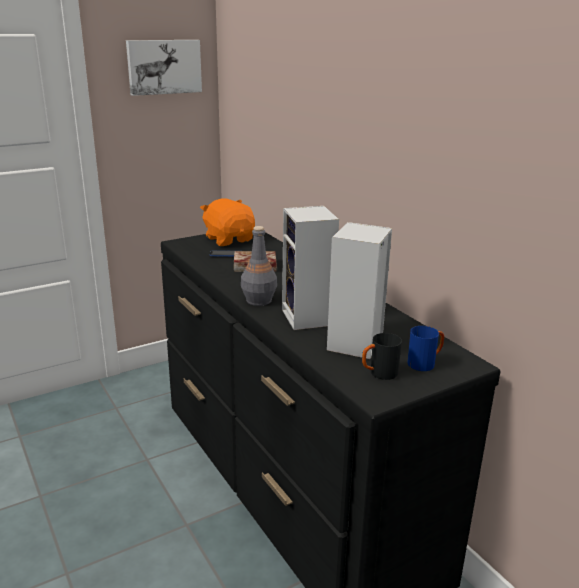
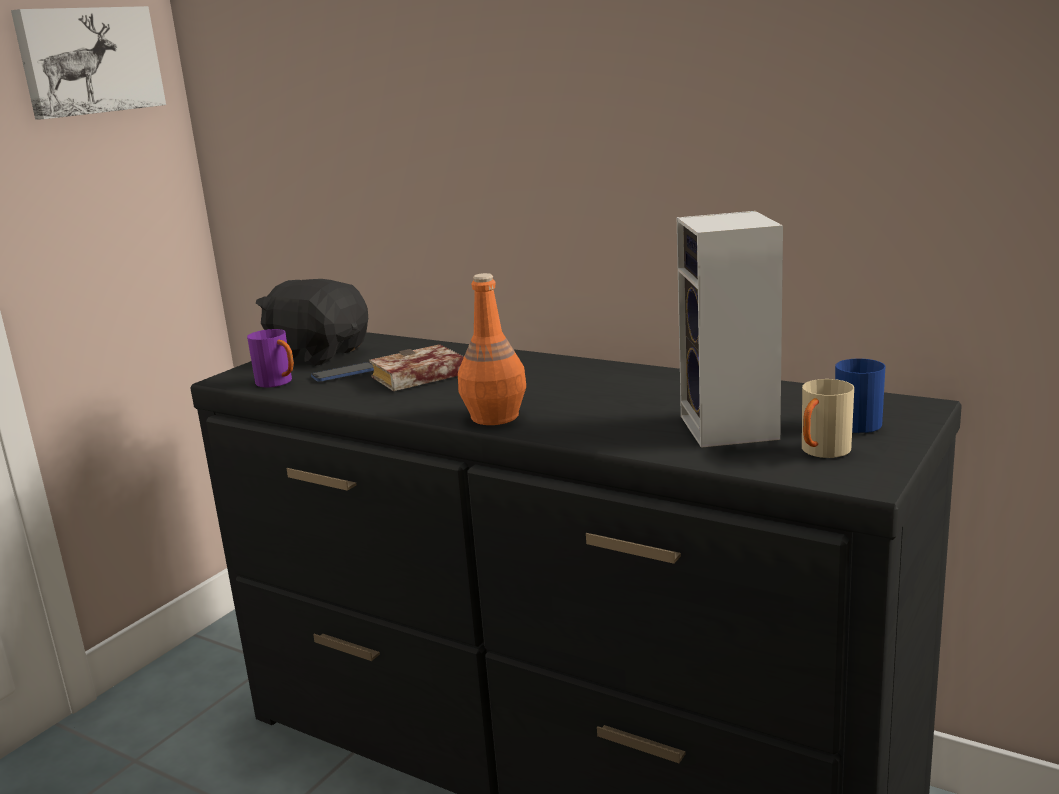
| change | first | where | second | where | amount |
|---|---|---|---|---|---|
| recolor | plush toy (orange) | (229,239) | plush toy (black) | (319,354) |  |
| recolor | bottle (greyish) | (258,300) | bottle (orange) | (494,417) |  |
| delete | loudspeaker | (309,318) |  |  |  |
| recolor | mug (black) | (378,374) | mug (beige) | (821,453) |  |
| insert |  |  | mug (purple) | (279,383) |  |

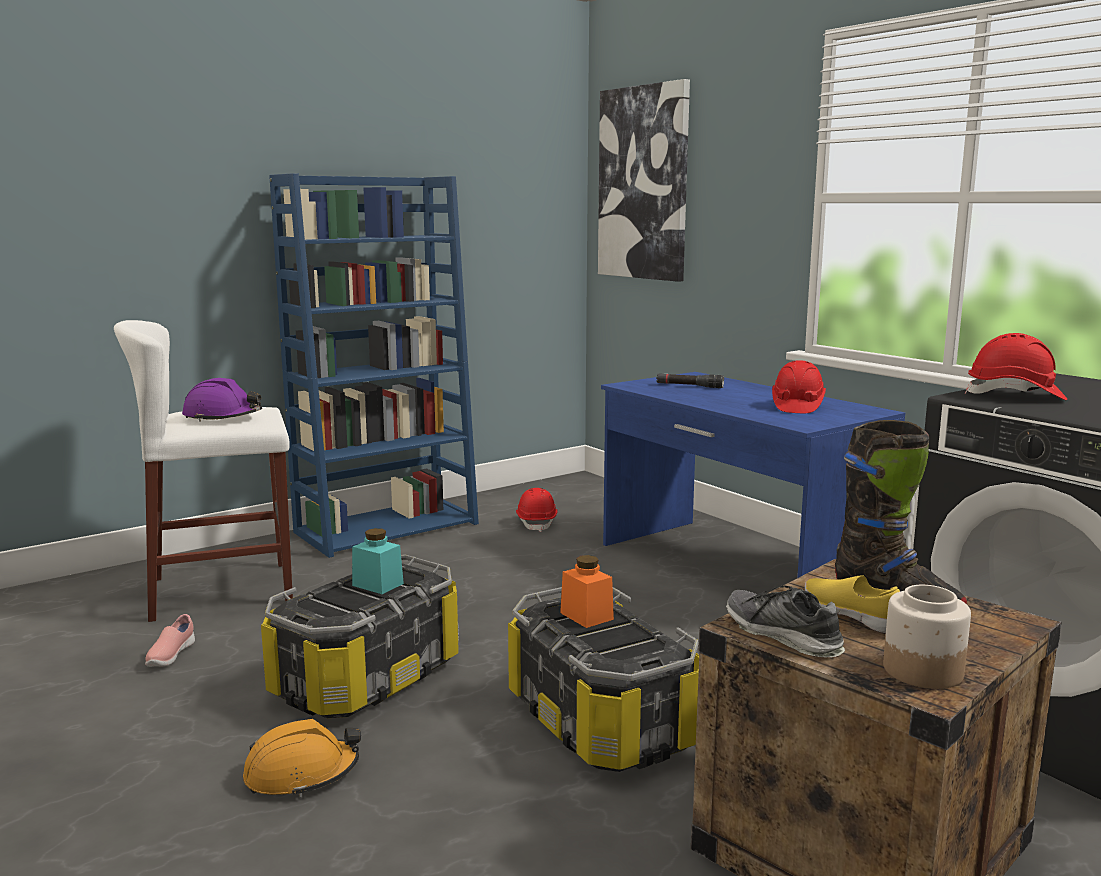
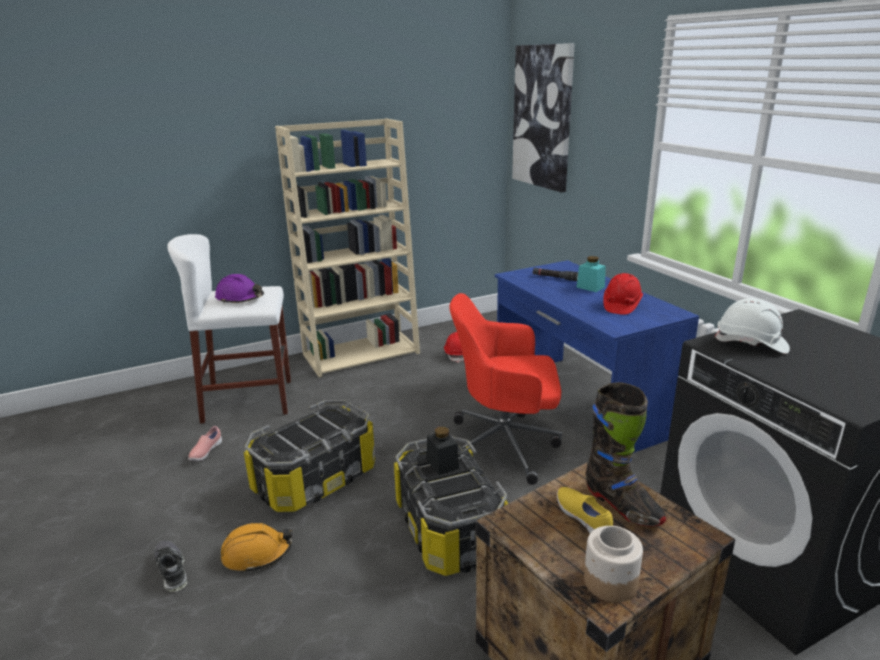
| change | first | where | second | where | amount |
|---|---|---|---|---|---|
| recolor | bookcase (blue) | (388,527) | bookcase (beige) | (362,353) |  |
| move | storage jar (turquoise-coloured) | (378,584) |  | (590,287) |  |
| recolor | storage jar (orange) | (586,616) | storage jar (black) | (442,464) |  |
| move | shoe | (782,635) |  | (171,570) |  |
| recolor | safety helmet (reddish) | (1015,396) | safety helmet (white-coloured) | (751,343) |  |
| insert |  |  | desk chair (reddish) | (505,445) |  |

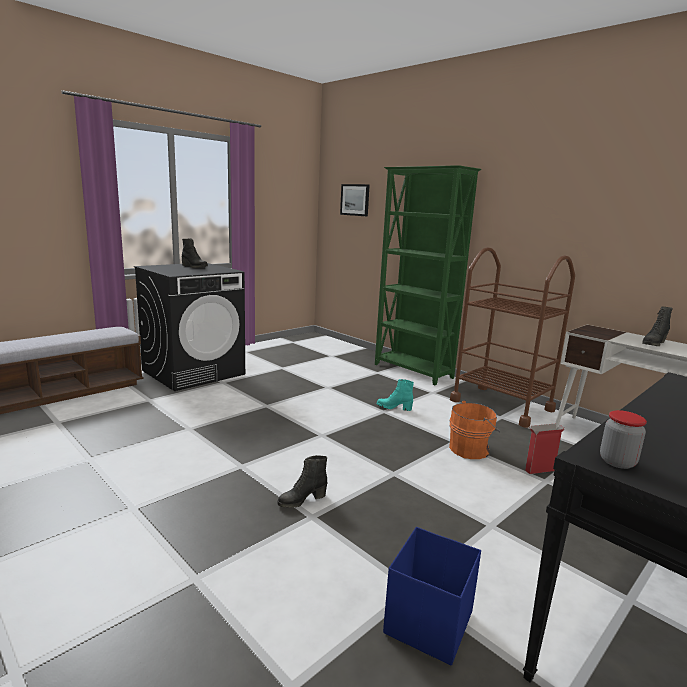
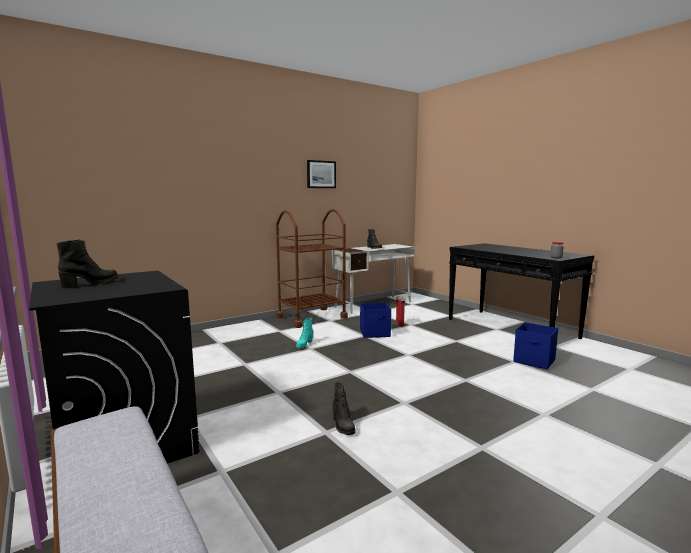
| change | first | where | second | where | amount |
|---|---|---|---|---|---|
| move | high-top boot (black) | (302,500) |  | (342,426) |  |
| move | wall picture | (355,200) |  | (321,174) |  |
| delete | bookcase (green) | (413,371) |  |  |  |
| replace | water bucket (orange) | (471,449) | storage bin (blue) | (375,333) |  |

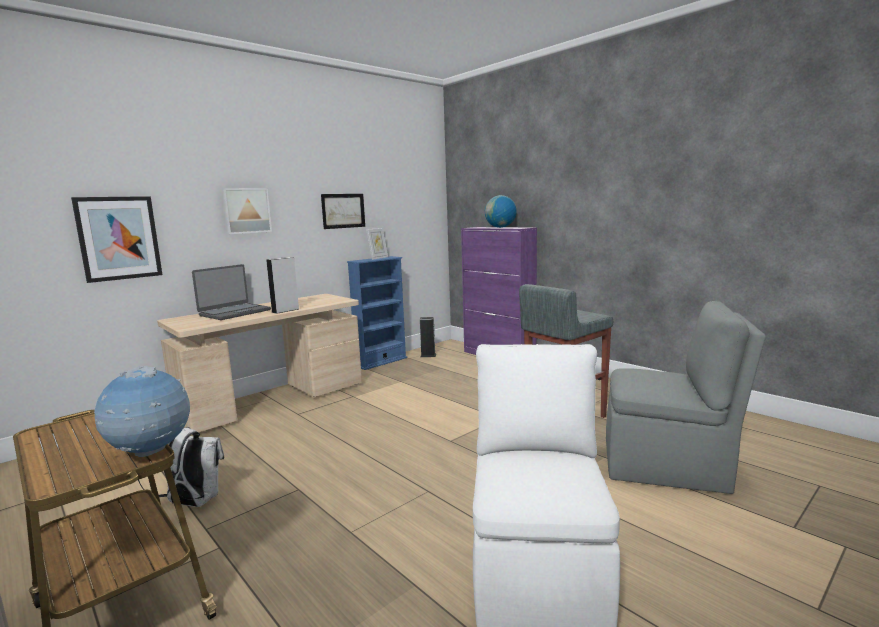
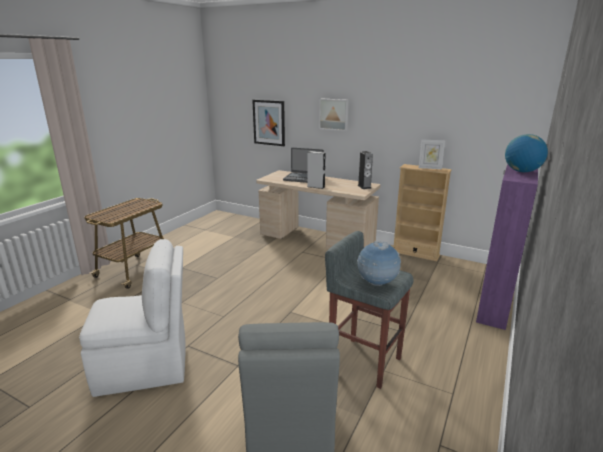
| change | first | where | second | where | amount |
|---|---|---|---|---|---|
| move | world globe | (151,452) |  | (377,284) |  |
| delete | knapsack (white-coloured) | (190,503) |  |  |  |
| delete | wall picture | (343,211) |  |  |  |
| recolor | bookcase (blue) | (381,362) | bookcase (beige) | (415,253) |  |
| move | loudspeaker | (428,355) |  | (364,186) |  |

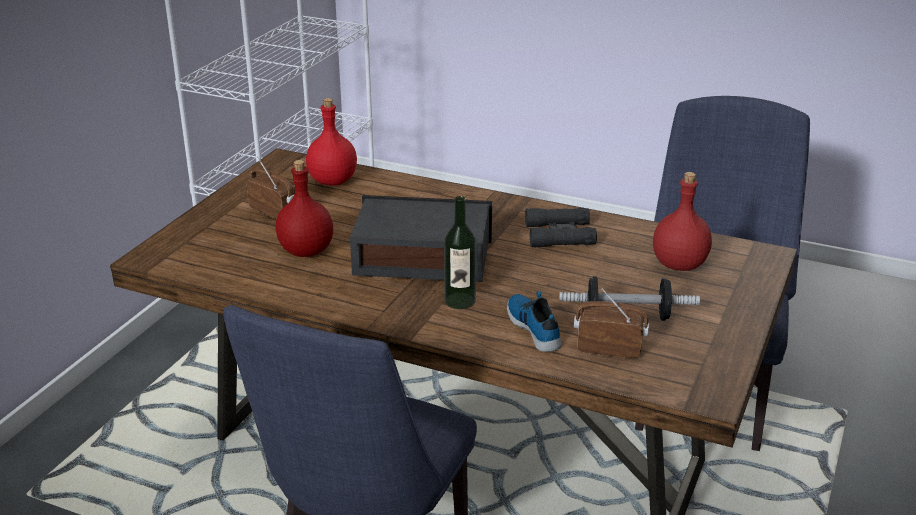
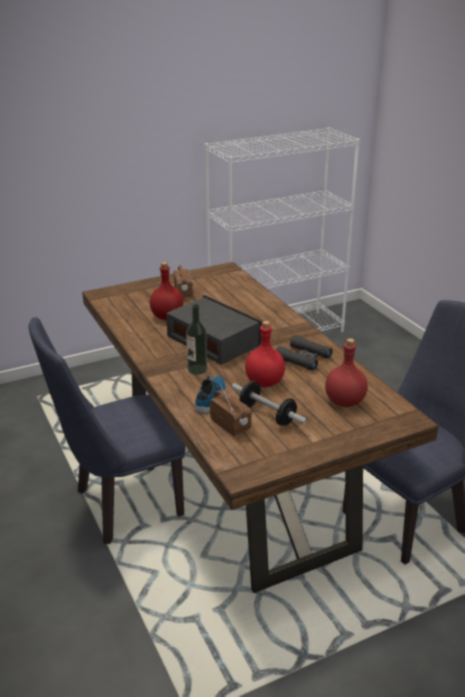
| change | first | where | second | where | amount |
|---|---|---|---|---|---|
| move | bottle (reddish) | (333,181) |  | (265,382) |  |

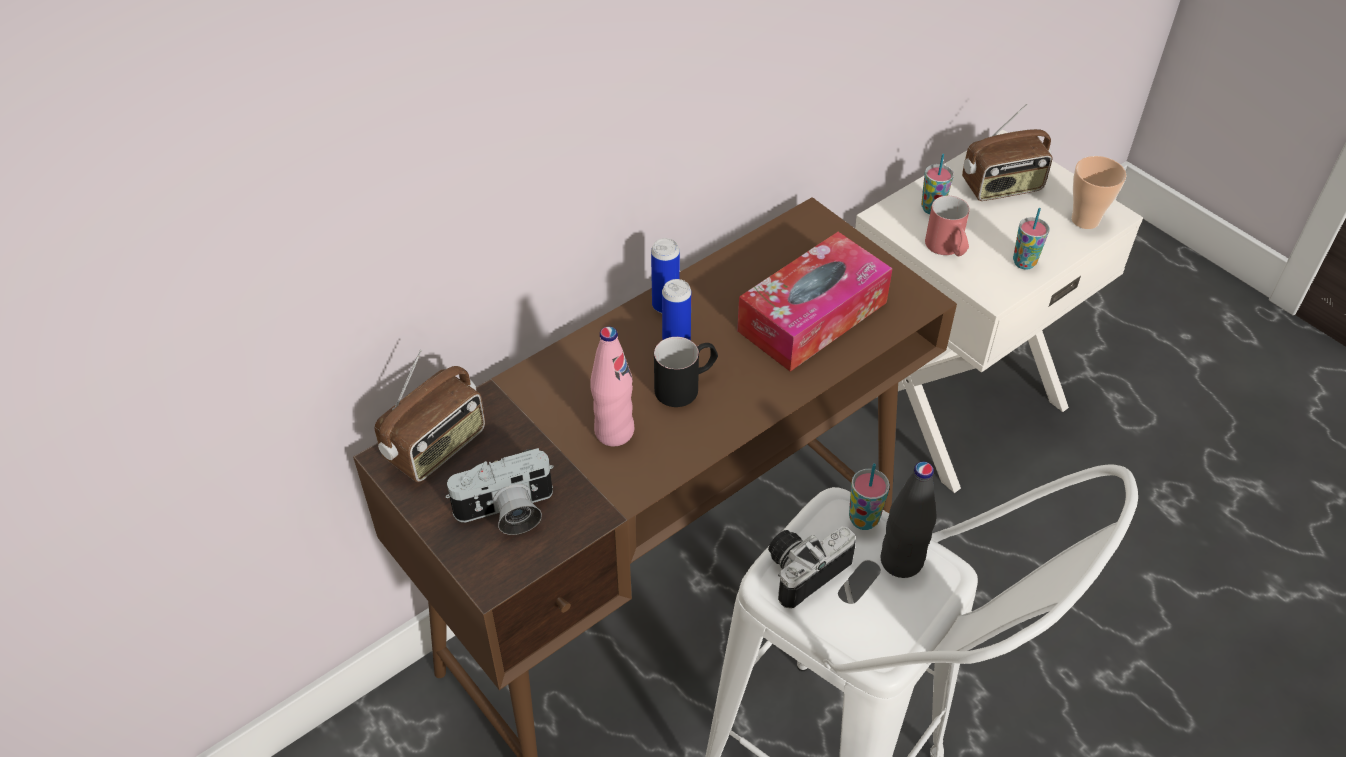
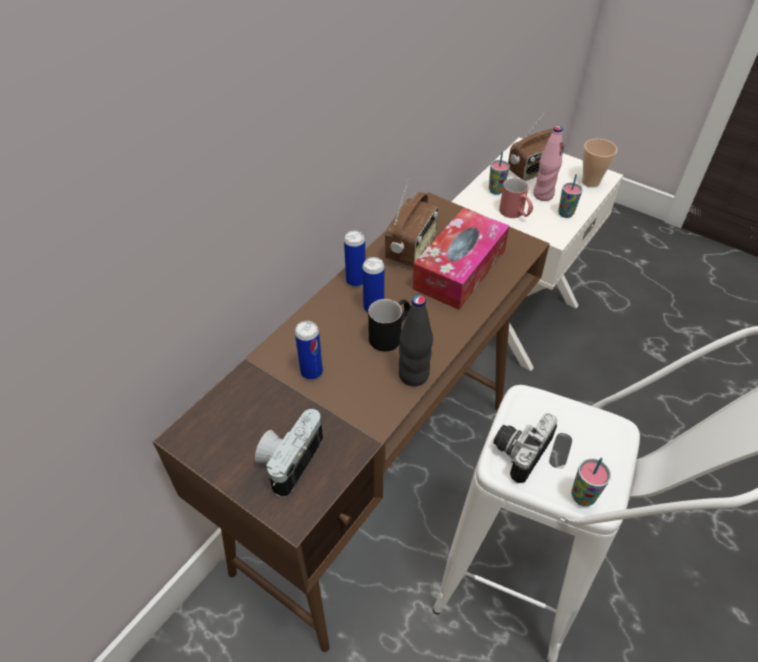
| change | first | where | second | where | amount |
|---|---|---|---|---|---|
| move | radio set | (437,447) |  | (412,248) |  |
| rotate | still camera | (507,513) |  | (289,459) | 150 degrees clockwise |
| move | bottle (pinkish) | (614,432) |  | (543,195) |  |
| move | small cup | (863,519) |  | (582,496) |  |
| move | bottle (black) | (901,561) |  | (413,375) |  |
| insert |  |  | metal can | (311,372) |  |

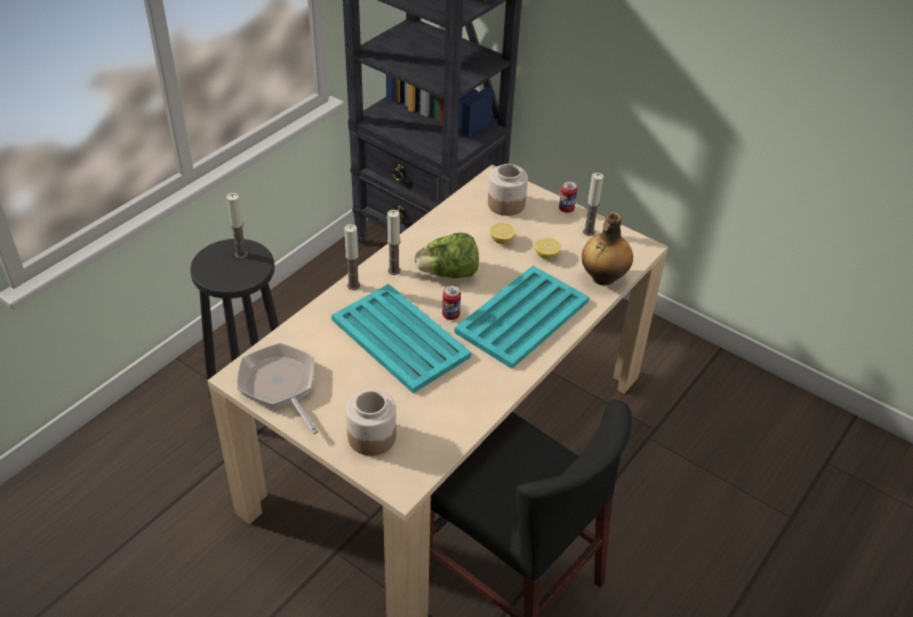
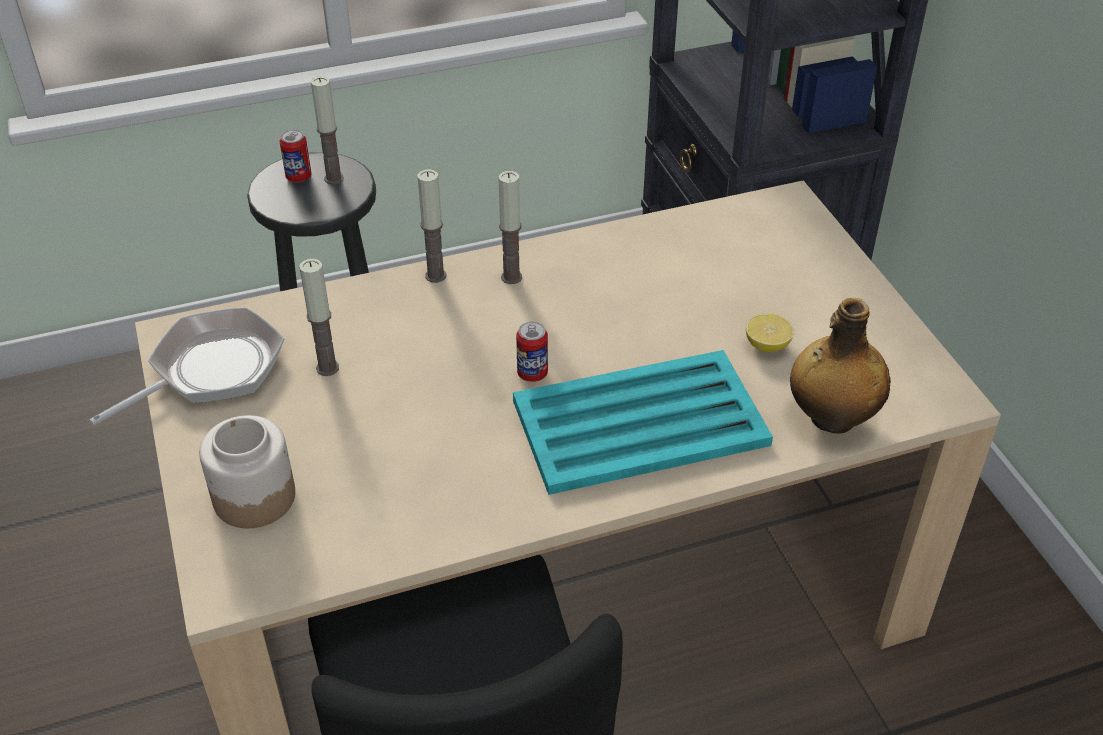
| change | first | where | second | where | amount |
|---|---|---|---|---|---|
| rotate | frying pan | (280,386) |  | (210,370) | 45 degrees clockwise |
| delete | tray (turquoise-coloured) | (400,339) |  |  |  |
| delete | lettuce head | (449,273) |  |  |  |
| delete | storage jar | (505,204) |  |  |  |
| delete | whole lemon | (501,240) |  |  |  |
| move | metal can | (566,209) |  | (298,177) |  |
| move | wax candle | (588,232) |  | (327,368) |  |

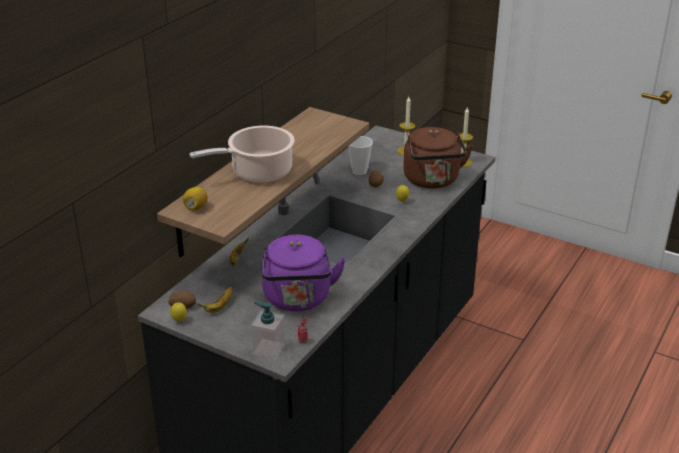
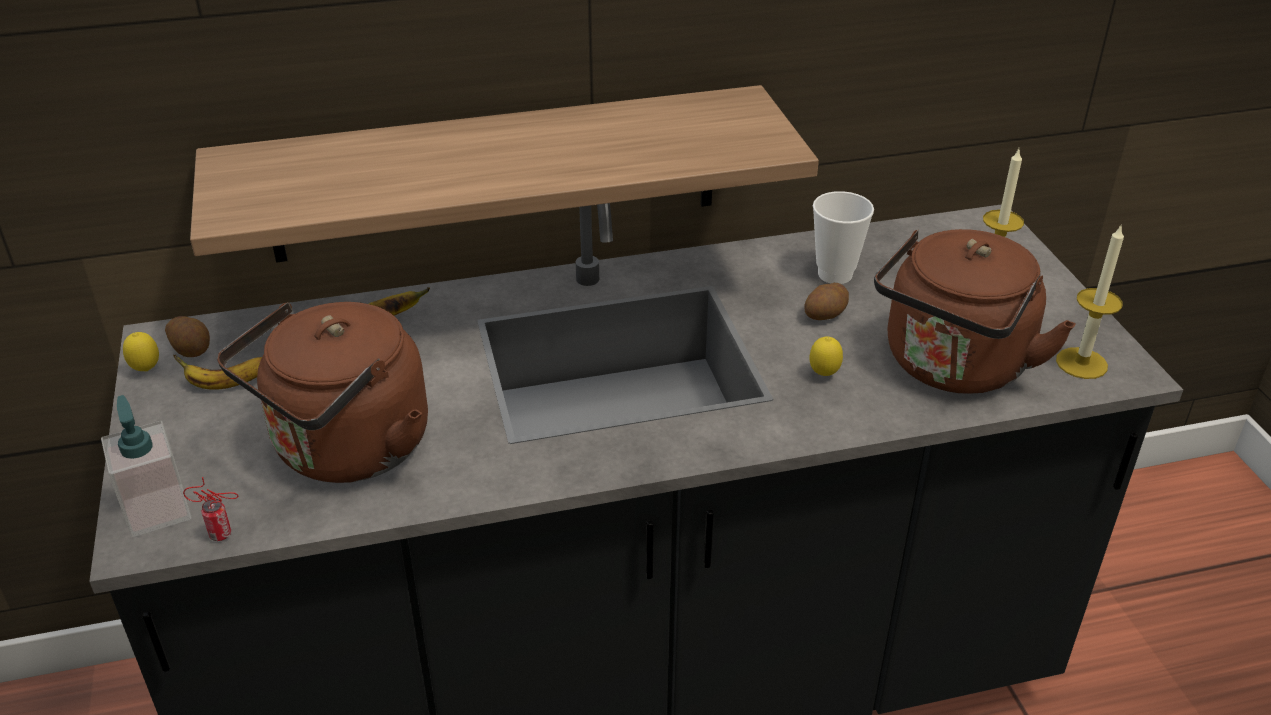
| change | first | where | second | where | amount |
|---|---|---|---|---|---|
| delete | whole lemon | (196,208) |  |  |  |
| delete | stockpot | (258,172) |  |  |  |
| recolor | kettle (purple) | (298,299) | kettle (brown-coloured) | (345,451) |  |

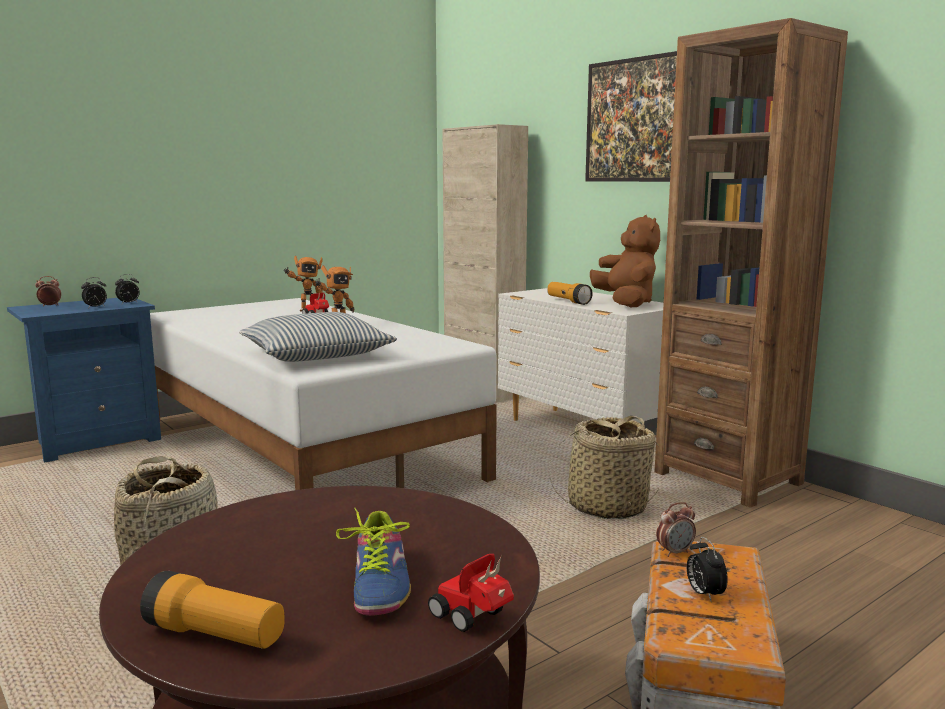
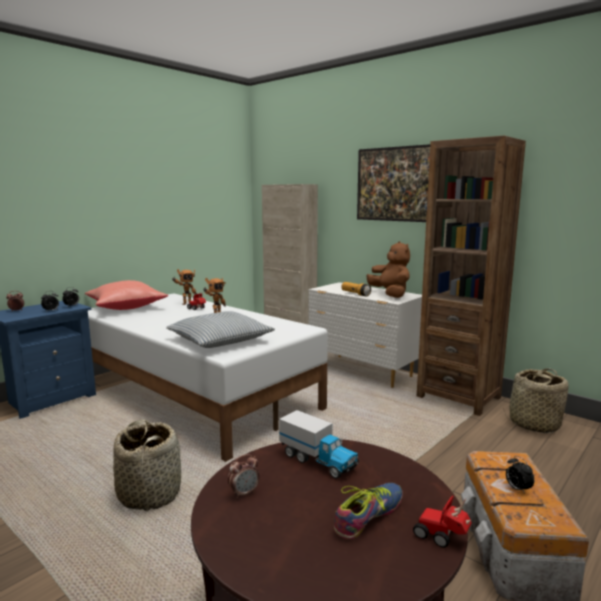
| change | first | where | second | where | amount |
|---|---|---|---|---|---|
| delete | flashlight | (215,635) |  |  |  |
| rotate | shoe | (380,583) |  | (368,515) | 120 degrees counterclockwise |
| move | storage basket | (607,507) |  | (533,424) |  |
| move | table clock | (675,552) |  | (244,493) |  |
| insert |  |  | pillow (reddish) | (126,308) |  |
| insert |  |  | model truck | (318,461) |  |

